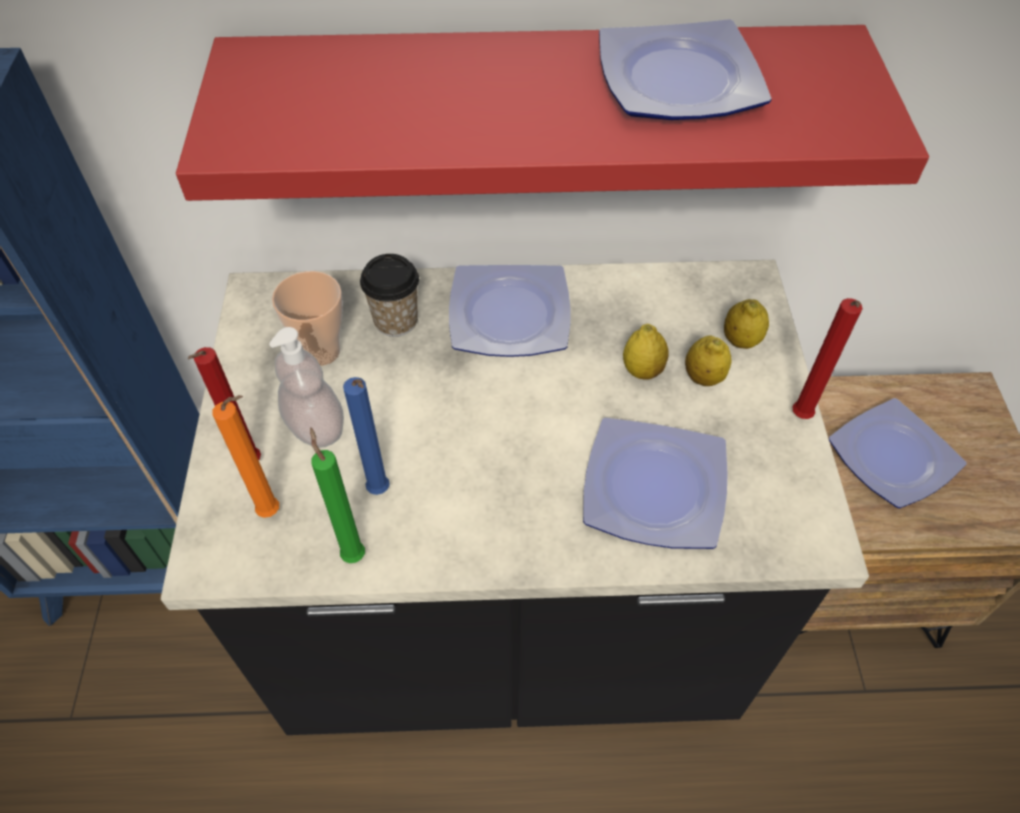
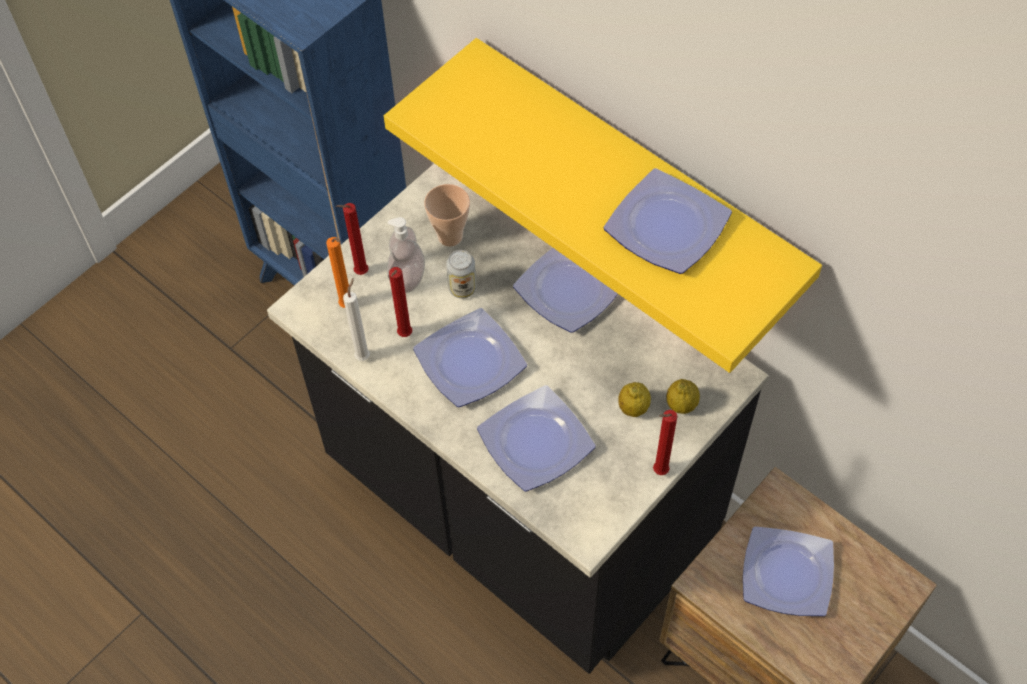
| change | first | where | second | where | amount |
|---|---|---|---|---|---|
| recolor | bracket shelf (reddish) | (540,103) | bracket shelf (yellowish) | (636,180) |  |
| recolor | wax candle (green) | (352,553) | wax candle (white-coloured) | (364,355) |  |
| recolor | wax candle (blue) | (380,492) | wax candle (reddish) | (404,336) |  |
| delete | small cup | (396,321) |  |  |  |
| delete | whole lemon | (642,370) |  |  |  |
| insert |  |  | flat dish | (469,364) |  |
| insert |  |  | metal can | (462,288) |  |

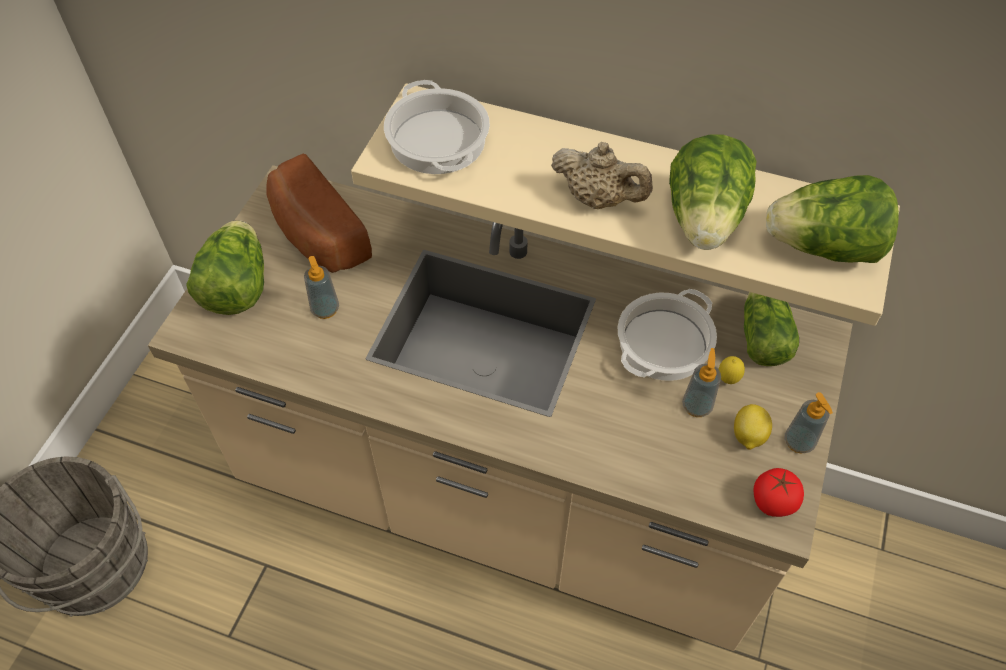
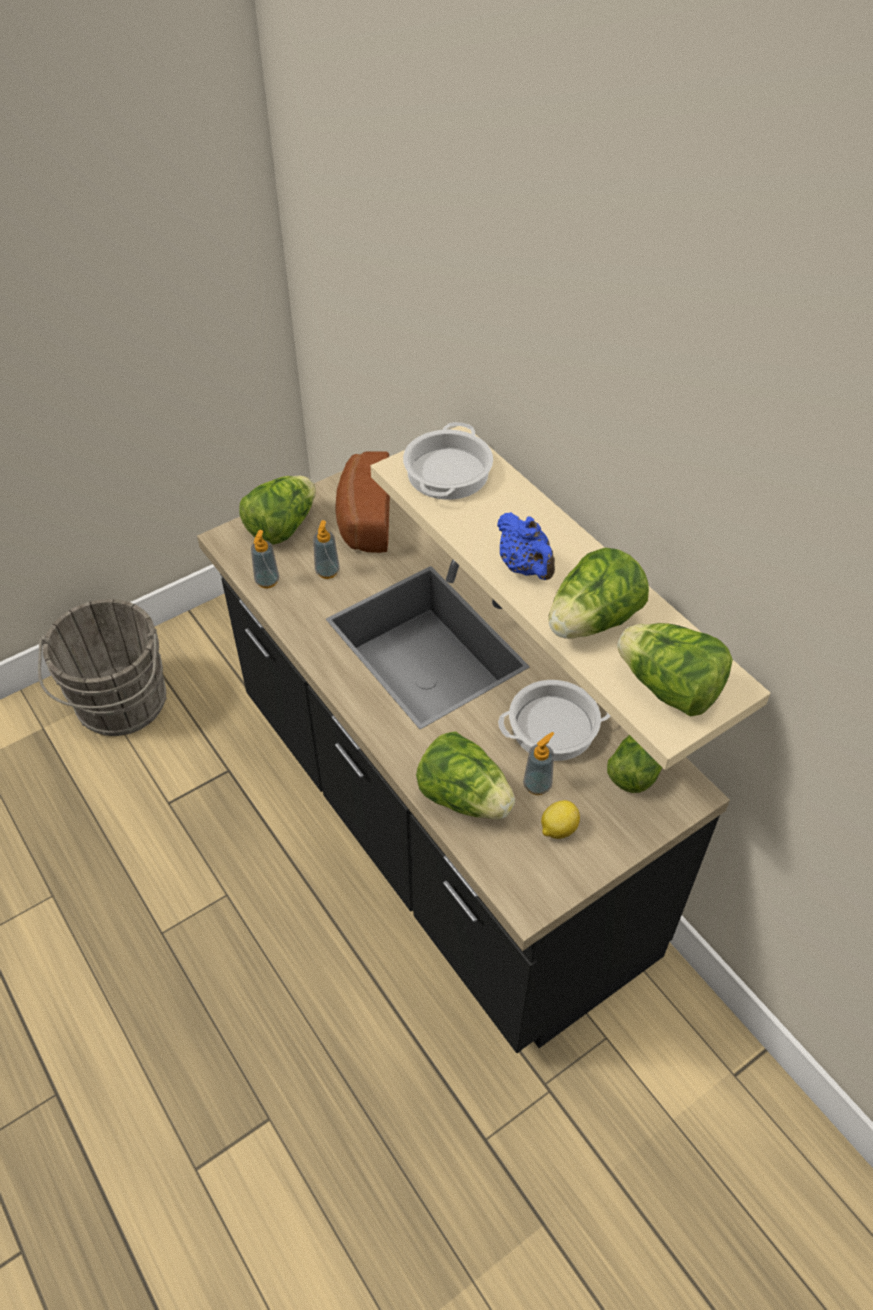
| change | first | where | second | where | amount |
|---|---|---|---|---|---|
| recolor | kitchen base unit (beige) | (503,495) | kitchen base unit (black) | (436,826) |  |
| recolor | tea pot (beige) | (598,199) | tea pot (blue) | (525,567) |  |
| delete | whole lemon | (727,380) |  |  |  |
| delete | fresh tomato | (773,501) |  |  |  |
| move | liquid soap bottle | (799,442) |  | (267,581) |  |
| insert |  |  | lettuce head | (464,797) |  |

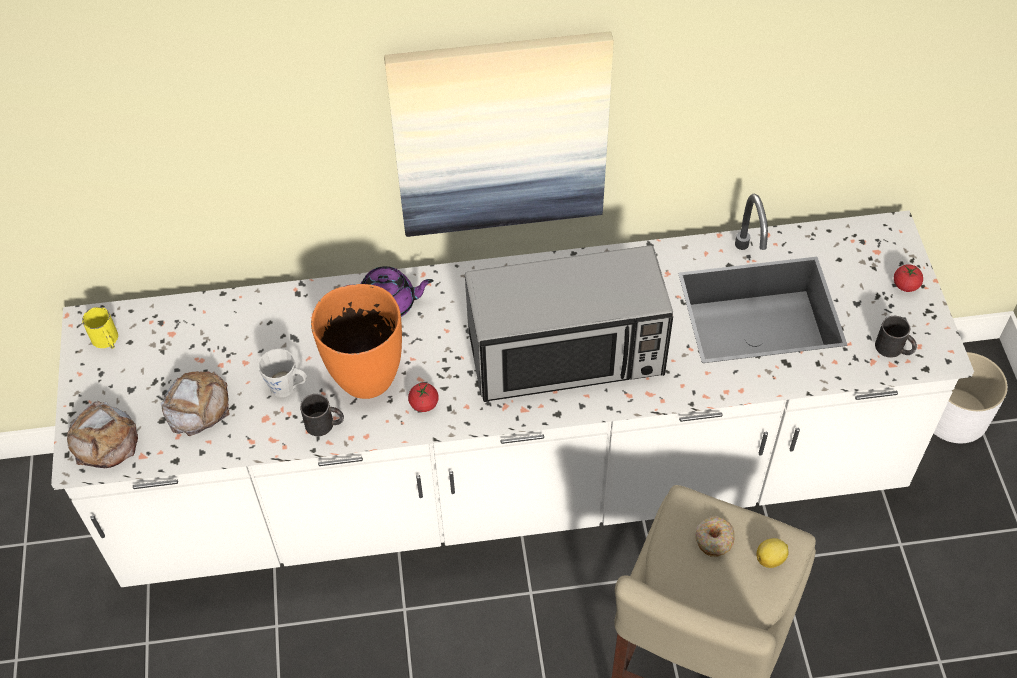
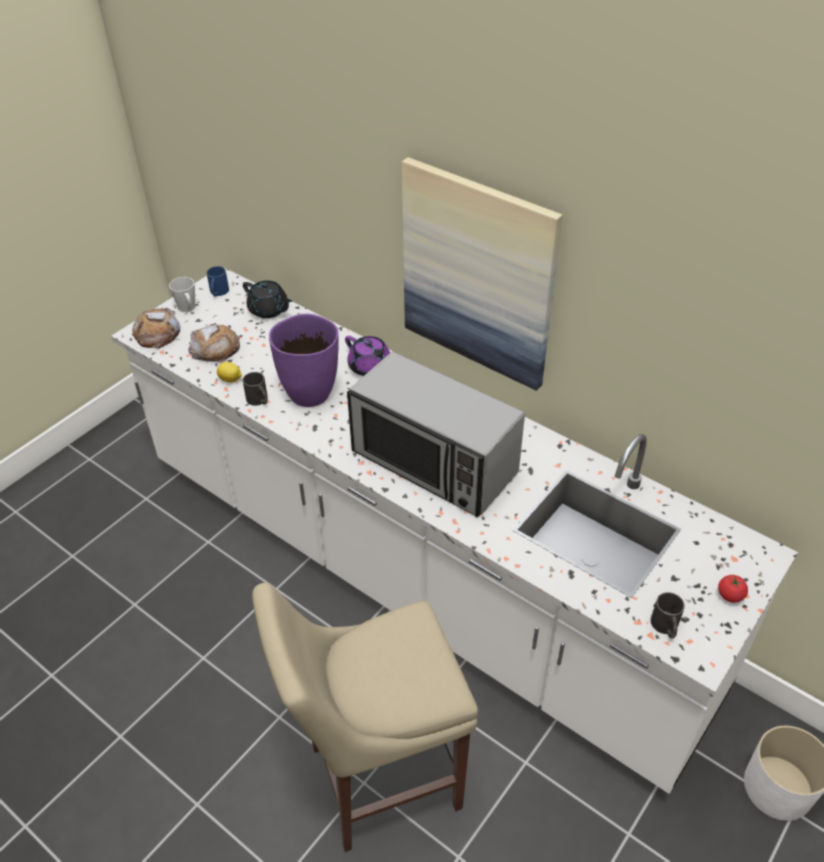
| change | first | where | second | where | amount |
|---|---|---|---|---|---|
| recolor | mug (yellowish) | (107,341) | mug (blue) | (218,292) |  |
| move | mug (greyish) | (288,387) |  | (188,308) |  |
| recolor | vase (orange) | (365,377) | vase (purple) | (310,393) |  |
| delete | fresh tomato | (424,404) |  |  |  |
| delete | donut | (713,539) |  |  |  |
| move | whole lemon | (771,559) |  | (231,380) |  |
| insert |  |  | tea pot (black) | (269,310) |  |

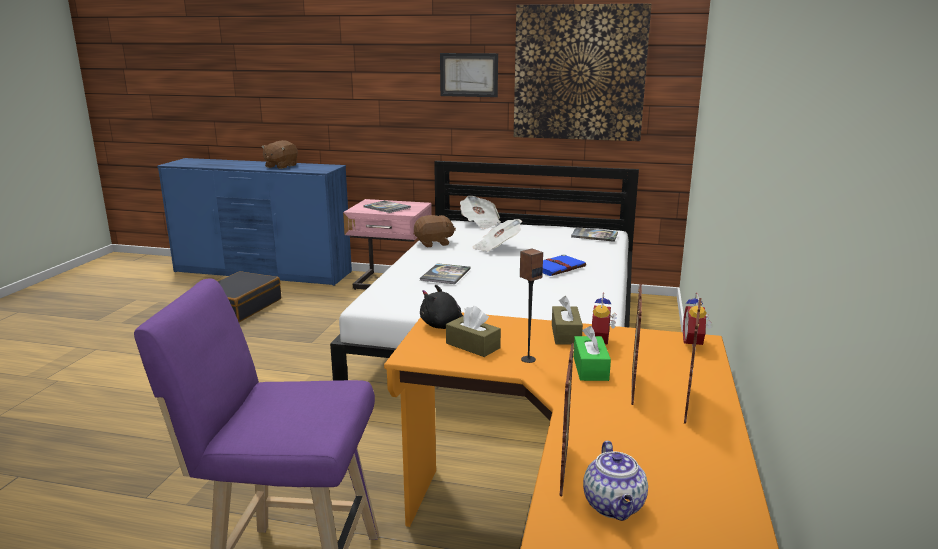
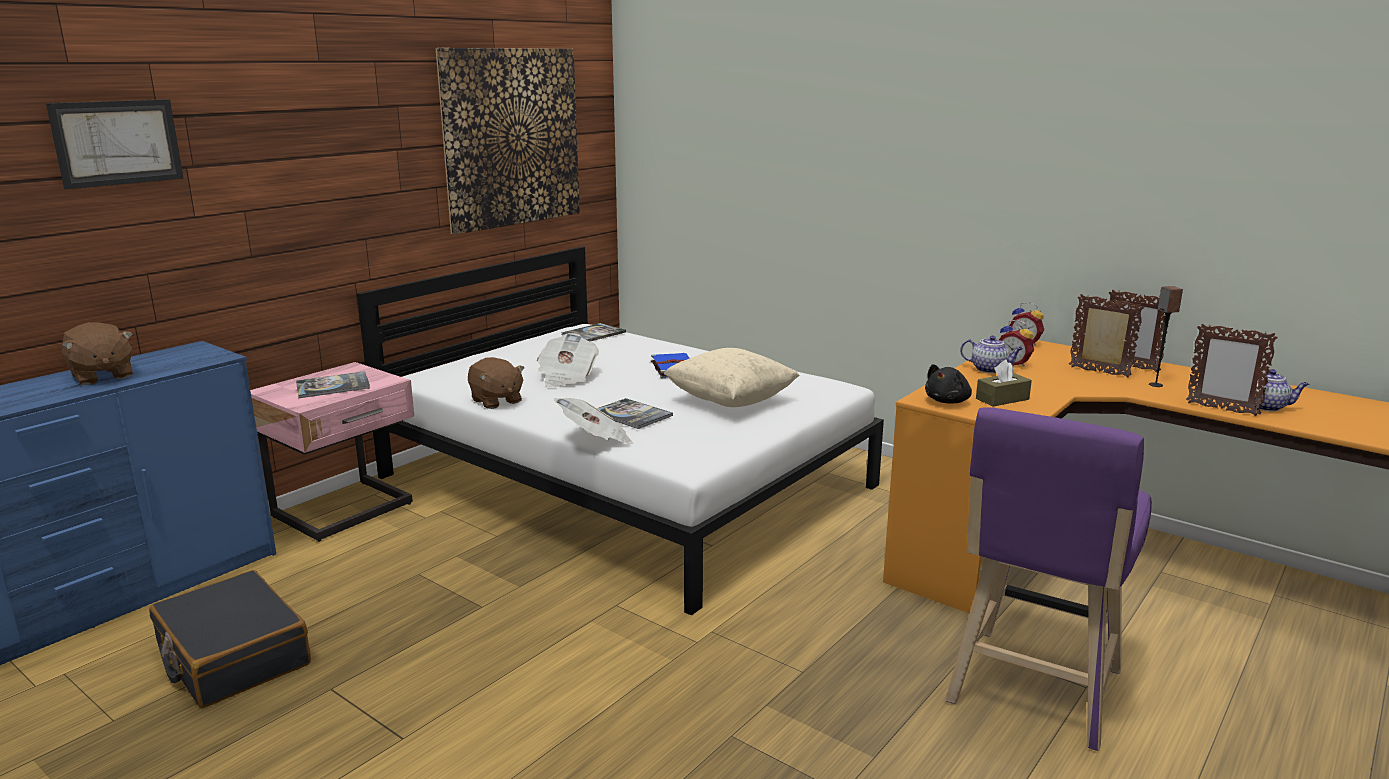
| change | first | where | second | where | amount |
|---|---|---|---|---|---|
| rotate | plush toy (brown-coloured) | (434,243) |  | (496,401) | 135 degrees clockwise |
| move | wall picture | (469,75) |  | (117,142) |  |
| move | newspaper | (480,223) |  | (596,440) |  |
| move | loudspeaker | (528,359) |  | (1155,385) |  |
| replace | tissue holder (brown-coloured) | (566,334) | tea pot | (990,369) |  |
| delete | tissue holder (green) | (590,368) |  |  |  |
| insert |  |  | pillow (beige) | (730,402) |  |

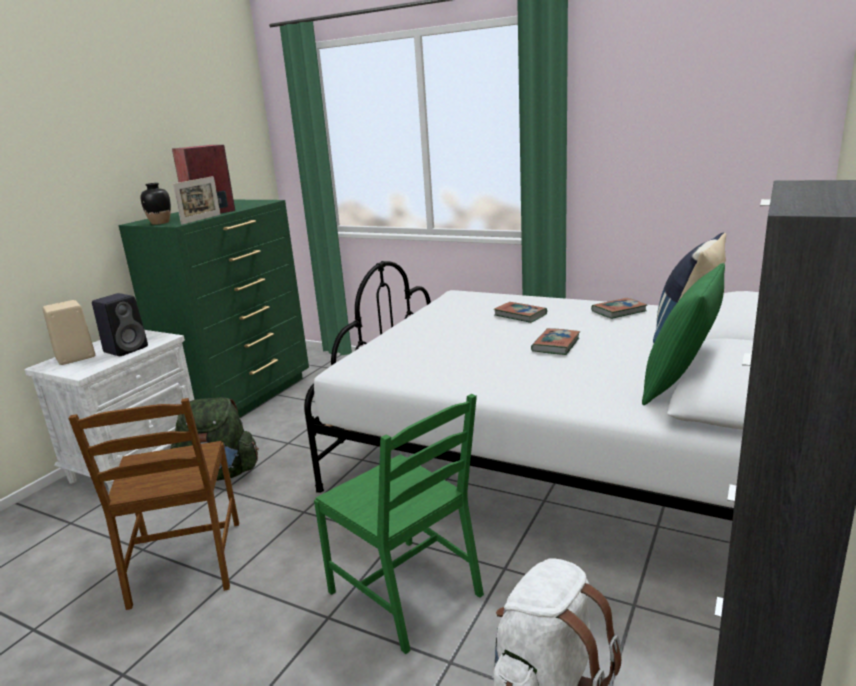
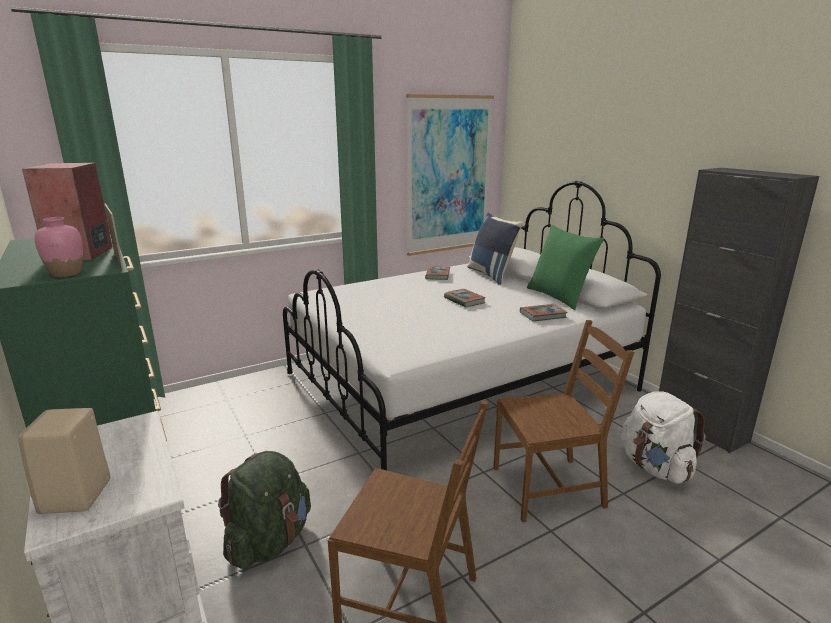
| change | first | where | second | where | amount |
|---|---|---|---|---|---|
| delete | loudspeaker (black) | (127,349) |  |  |  |
| recolor | vase (black) | (160,223) | vase (pinkish) | (66,274) |  |
| recolor | chair (green) | (407,592) | chair (brown-coloured) | (548,487) |  |
| move | volume | (520,315) |  | (543,315) |  |
| insert |  |  | wall picture | (449,175) |  |

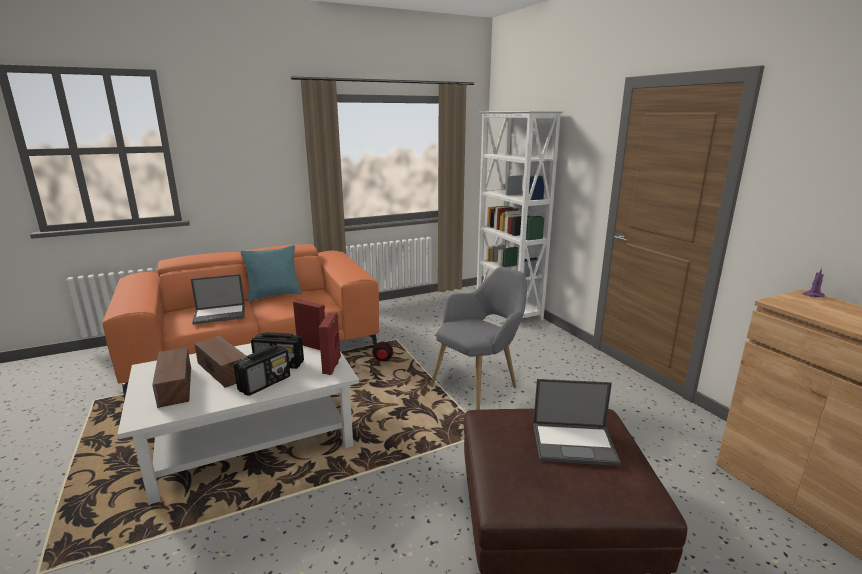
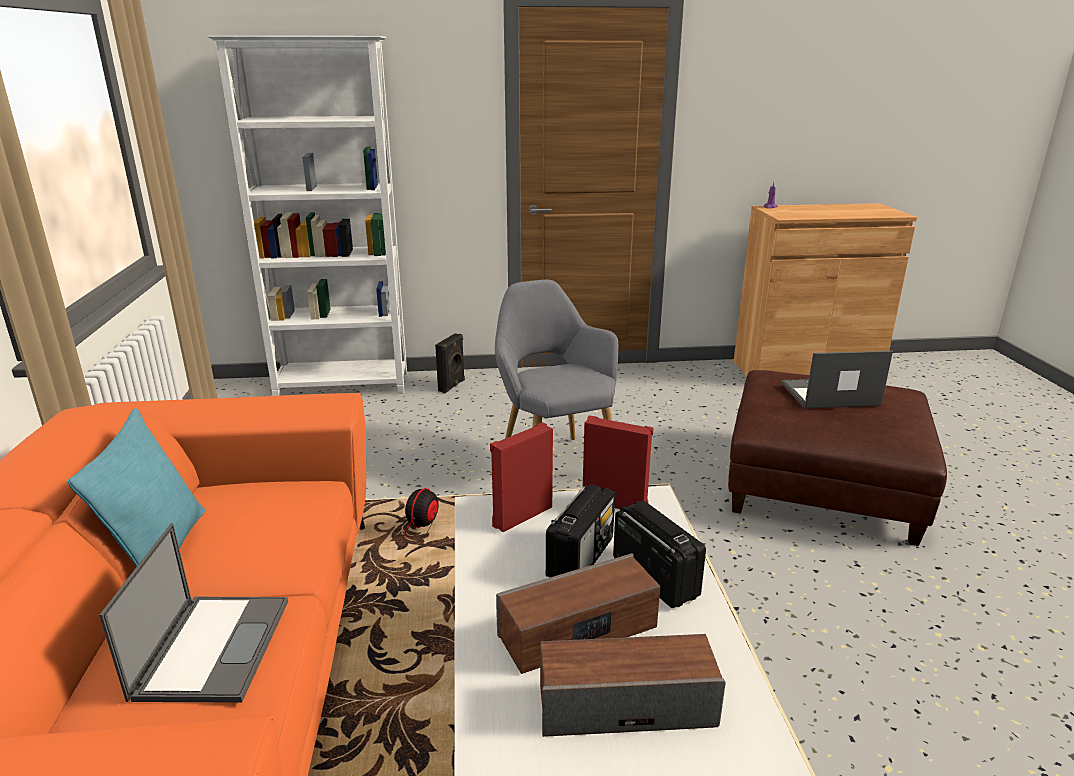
| change | first | where | second | where | amount |
|---|---|---|---|---|---|
| rotate | notebook computer | (574,443) |  | (828,394) | 120 degrees counterclockwise |
| insert |  |  | loudspeaker (black) | (452,386) |  |

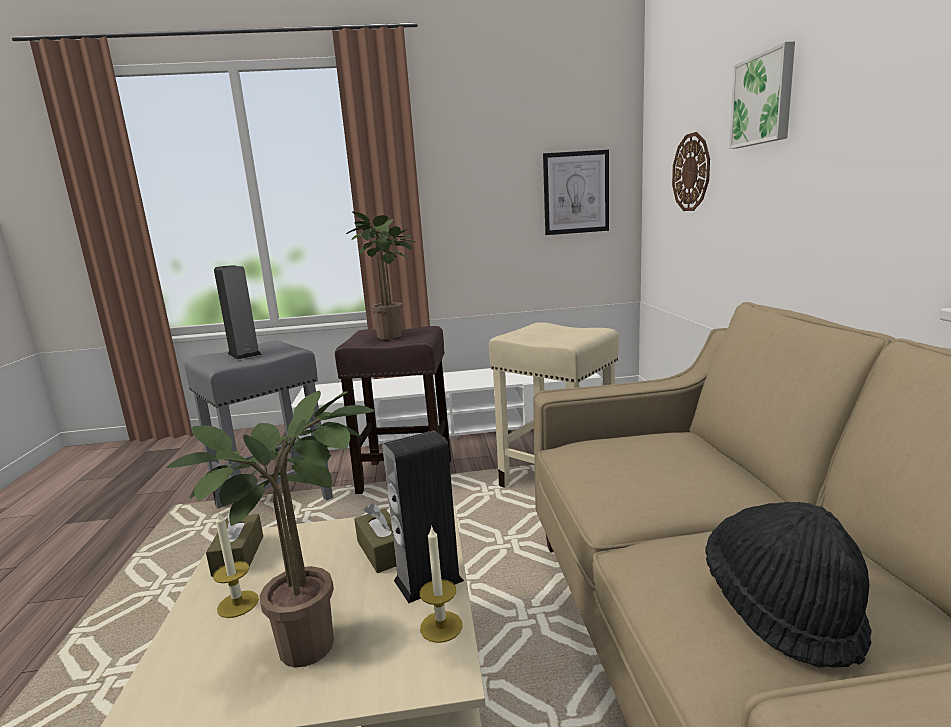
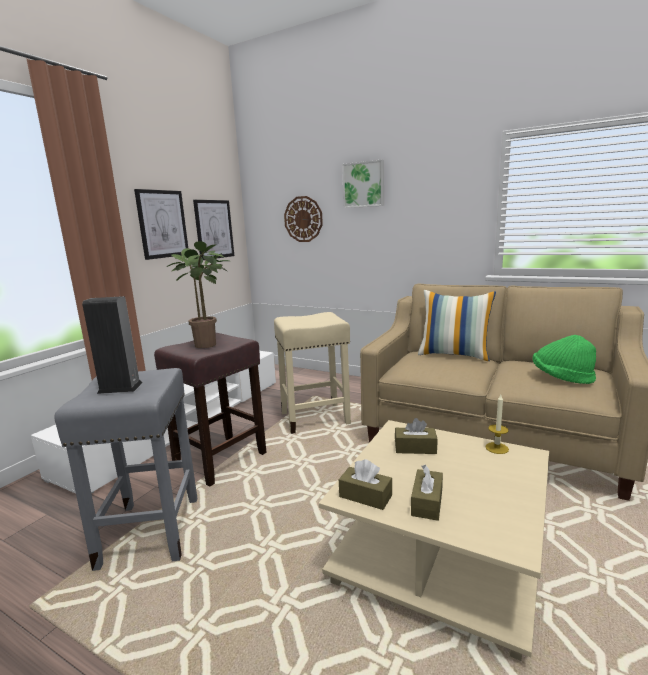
| change | first | where | second | where | amount |
|---|---|---|---|---|---|
| delete | houseplant | (314,639) |  |  |  |
| replace | wax candle | (238,604) | tissue holder (brown-coloured) | (427,502) |  |
| delete | loudspeaker | (428,580) |  |  |  |
| recolor | hat (black) | (782,609) | hat (green) | (561,378) |  |
| insert |  |  | wall picture | (162,224) |  |
| insert |  |  | pillow | (454,355) |  |

